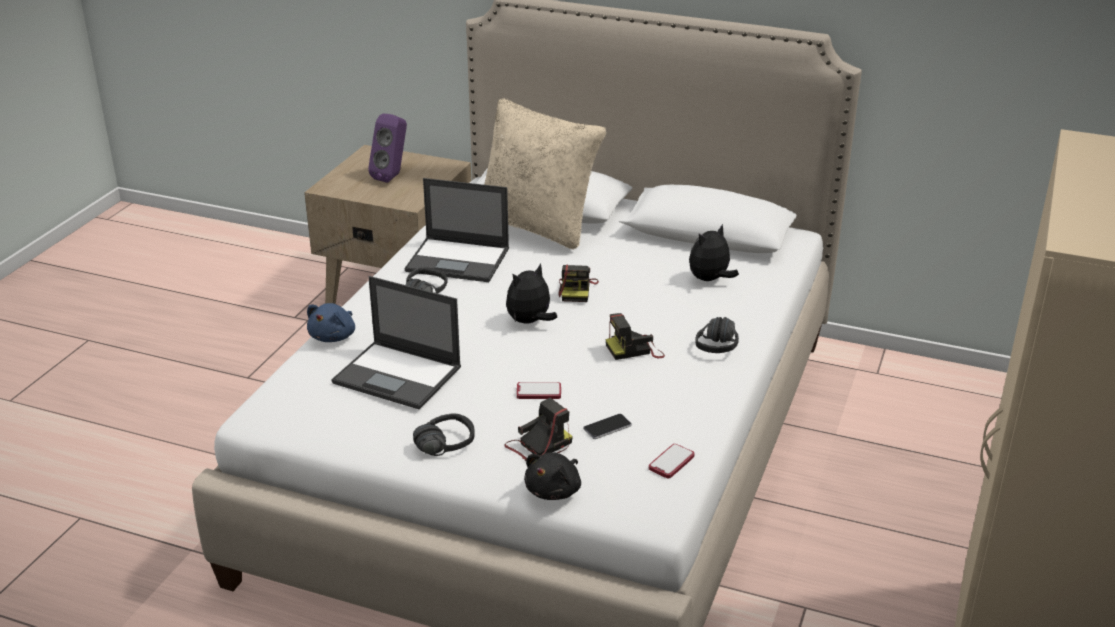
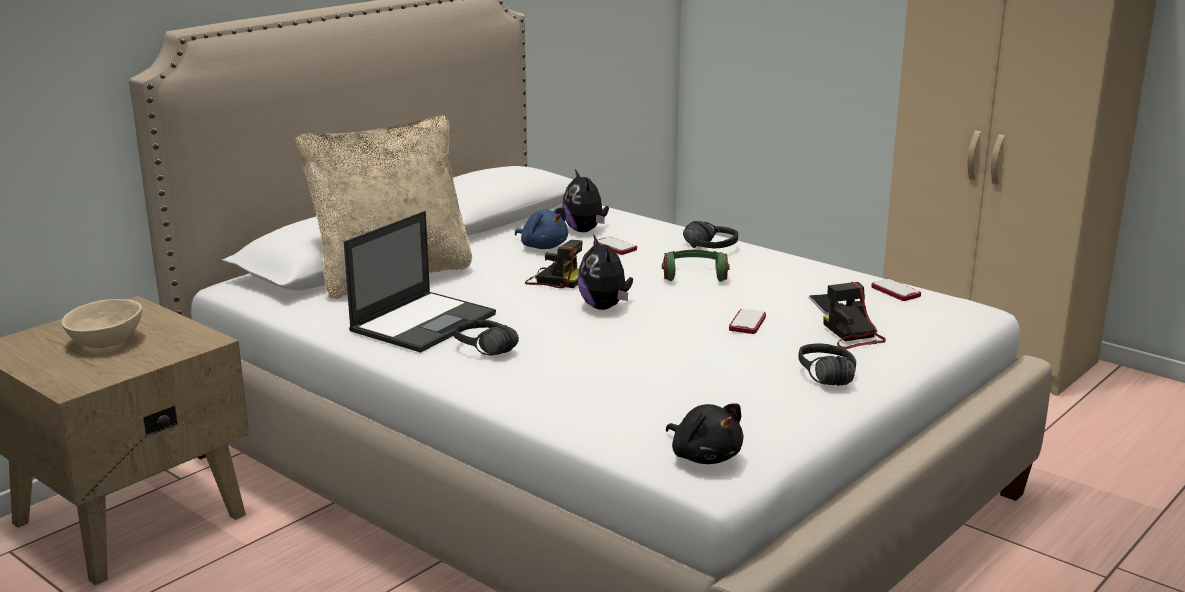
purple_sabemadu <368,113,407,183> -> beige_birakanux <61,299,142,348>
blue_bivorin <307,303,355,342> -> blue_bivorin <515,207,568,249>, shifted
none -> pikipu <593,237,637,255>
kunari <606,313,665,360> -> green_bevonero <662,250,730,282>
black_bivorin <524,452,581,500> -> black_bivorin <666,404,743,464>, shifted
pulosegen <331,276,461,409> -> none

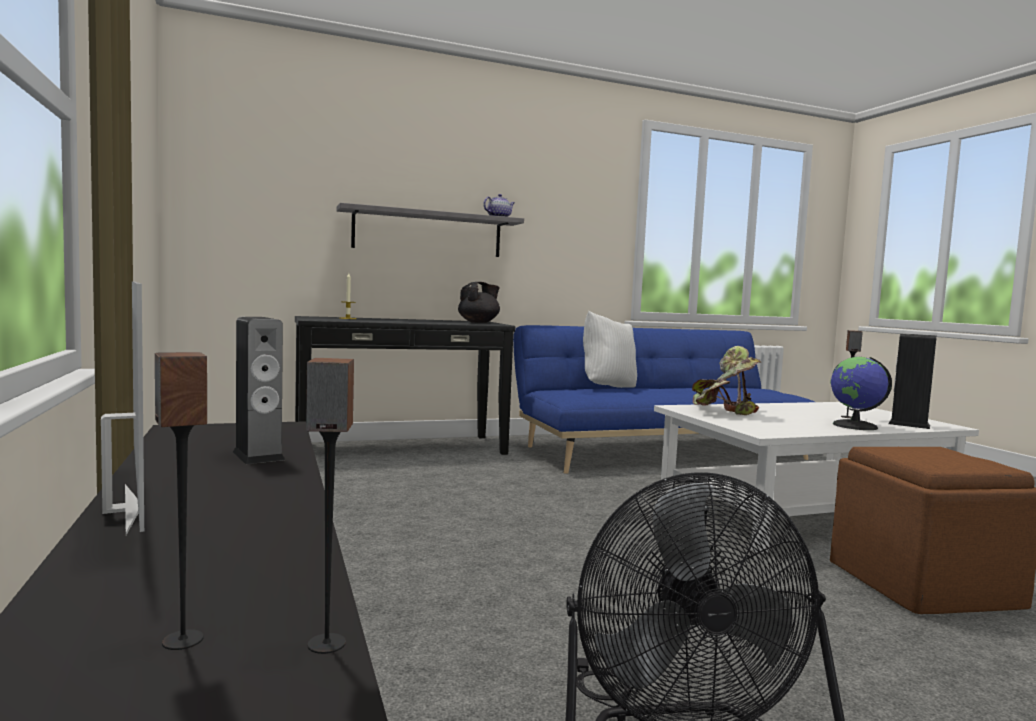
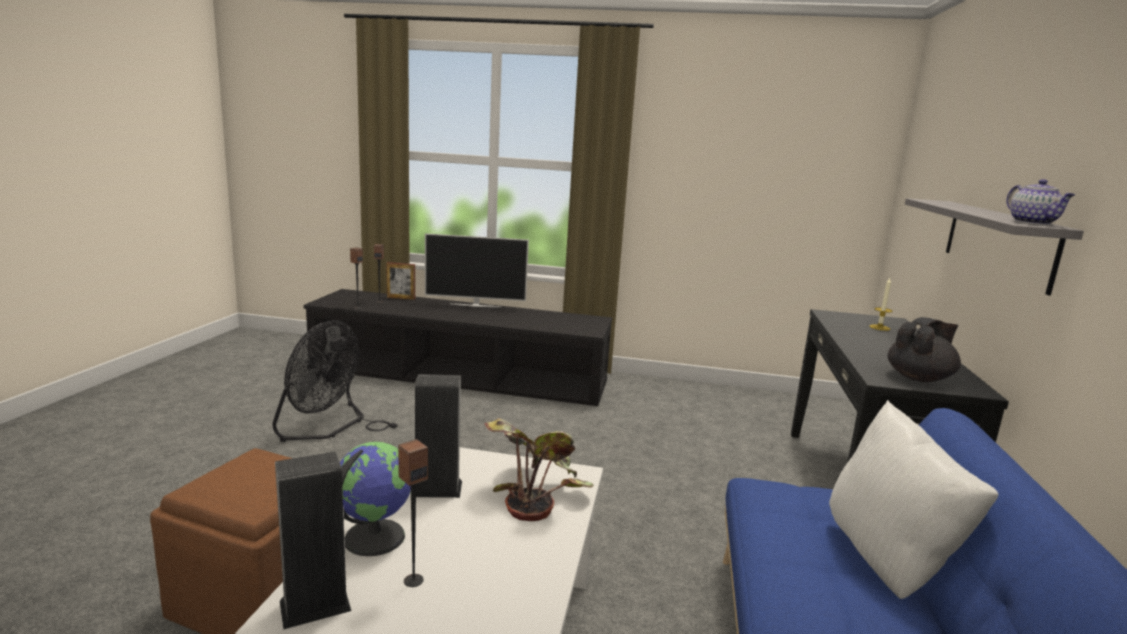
none -> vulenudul <386,262,415,300>
sabemadu <233,317,285,464> -> sabemadu <414,374,462,498>, shifted
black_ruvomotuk <458,282,500,323> -> black_ruvomotuk <887,317,961,382>, 105 degrees counterclockwise

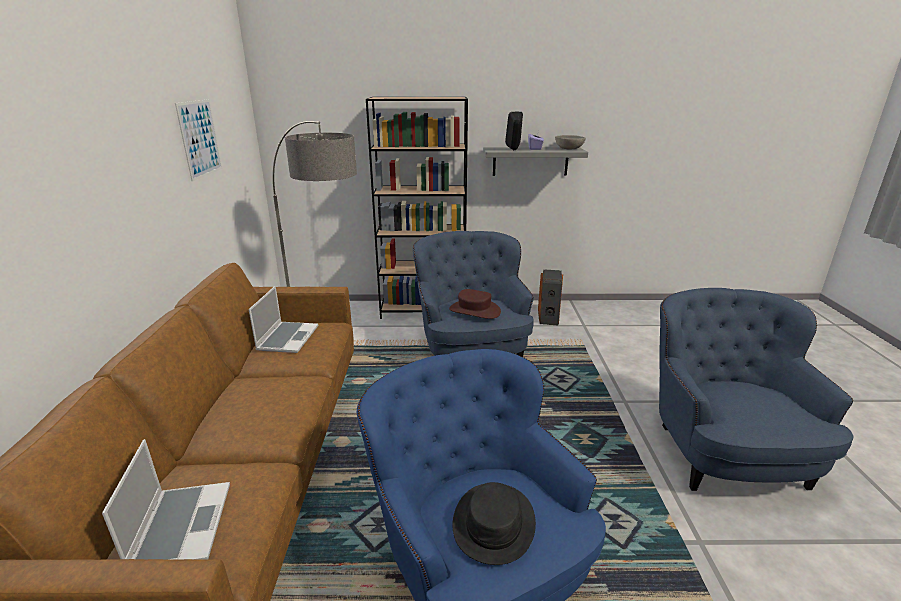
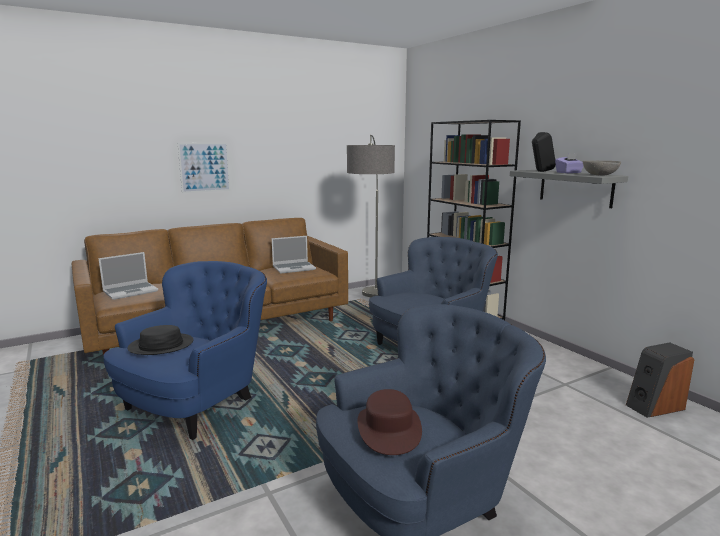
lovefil <175,99,222,181> -> lovefil <178,142,231,193>, shifted
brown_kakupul <449,289,501,319> -> brown_kakupul <357,389,422,455>, shifted
sabemadu <538,269,563,325> -> sabemadu <626,342,694,418>, shifted

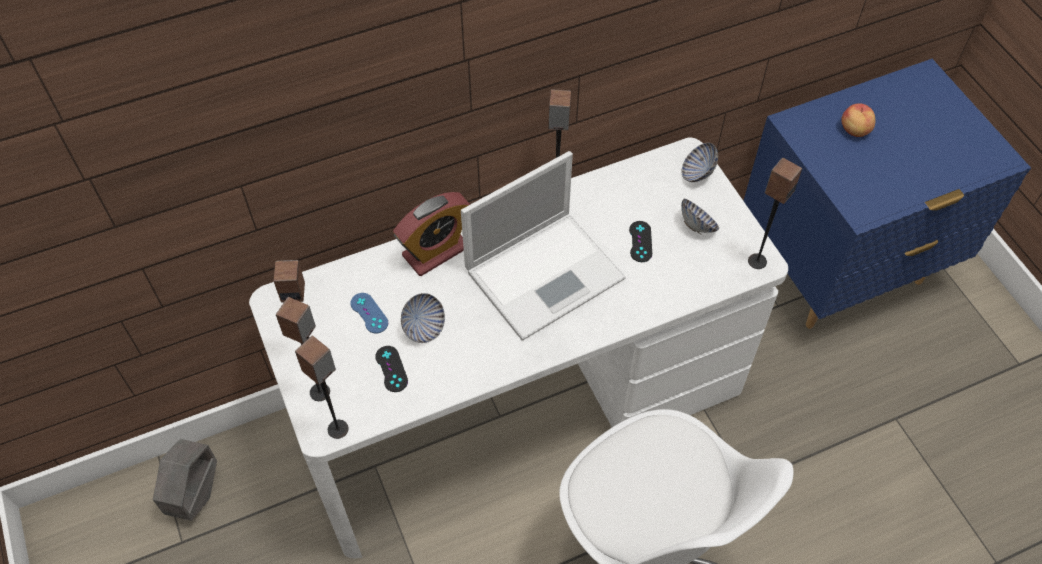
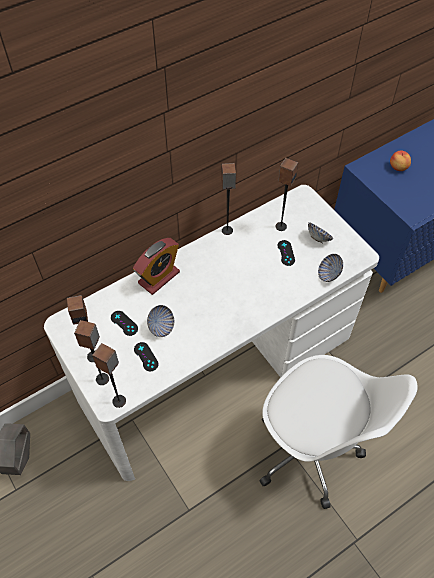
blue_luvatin <350,293,388,334> -> black_luvatin <111,311,138,336>
sabemadu <748,157,802,269> -> sabemadu <275,158,298,231>, shifted
birakanux <682,143,718,182> -> birakanux <318,254,343,282>, shifted
pulosegen <461,151,626,341> -> none

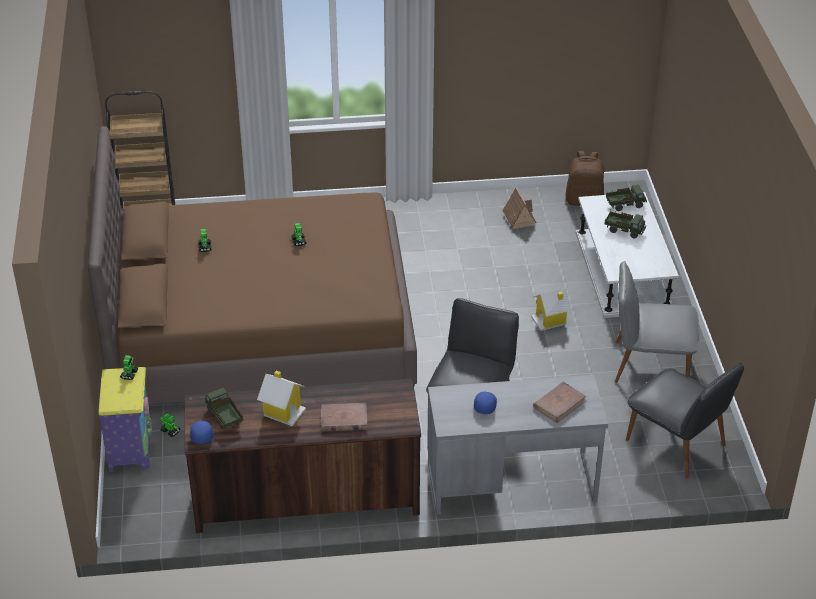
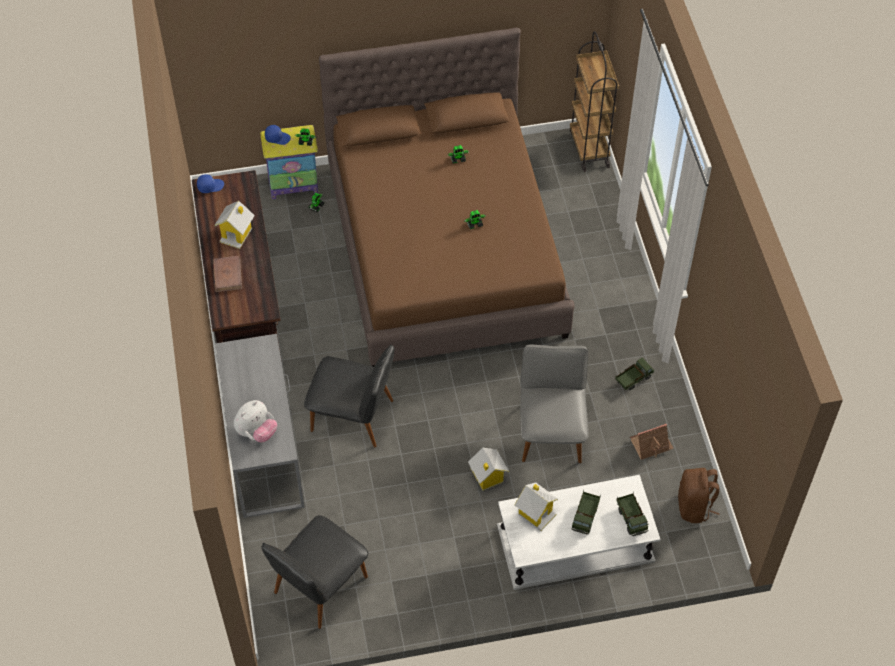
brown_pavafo <533,382,587,423> -> bivorin <234,400,277,443>
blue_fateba <474,392,497,414> -> blue_fateba <265,125,291,145>, shifted
none -> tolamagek <514,482,558,531>
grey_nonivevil <615,261,699,383> -> grey_nonivevil <520,345,588,463>, shifted
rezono <205,387,243,429> -> rezono <615,358,654,390>, shifted

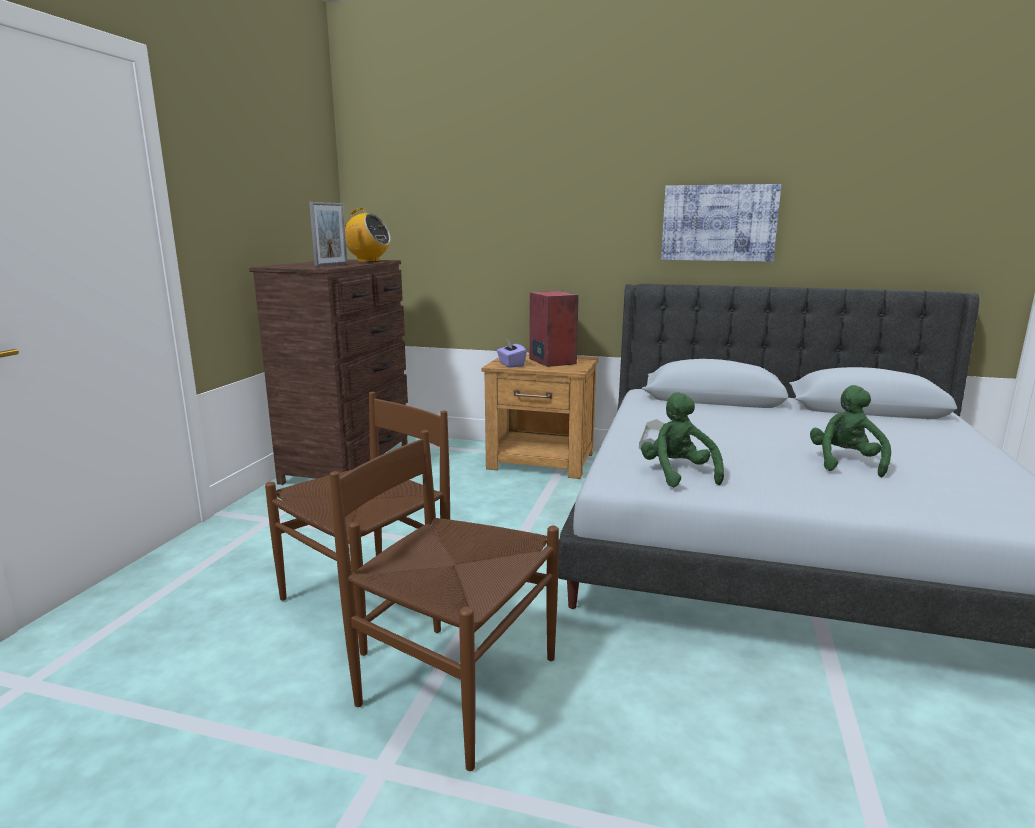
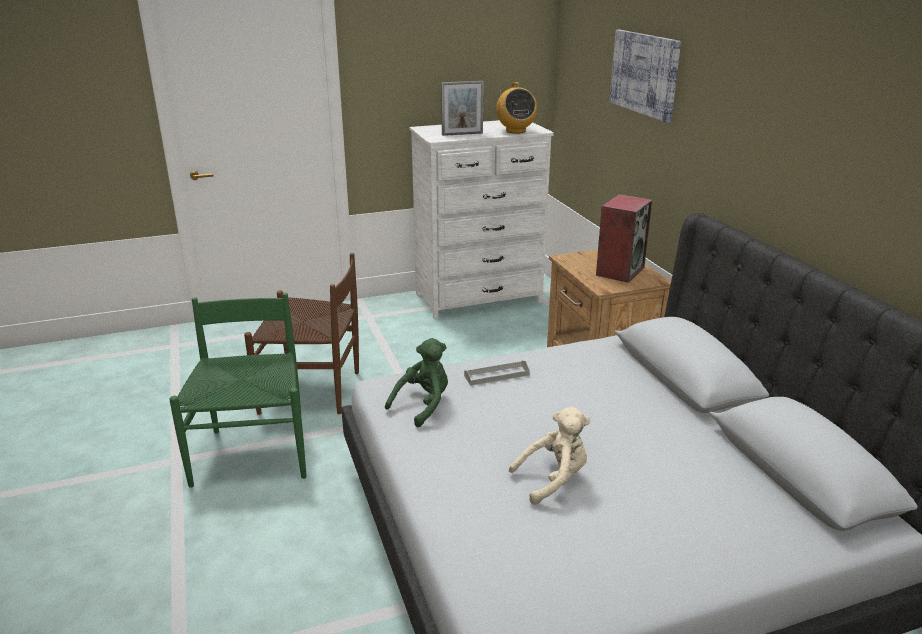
brown_nonivevil <330,430,559,771> -> green_nonivevil <169,293,307,488>
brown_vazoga <249,260,408,485> -> white_vazoga <409,120,554,319>
green_bivorin <810,385,891,477> -> beige_bivorin <509,407,590,505>
lovefil <661,184,781,262> -> lovefil <609,30,681,123>, shifted
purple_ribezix <497,339,527,368> -> none

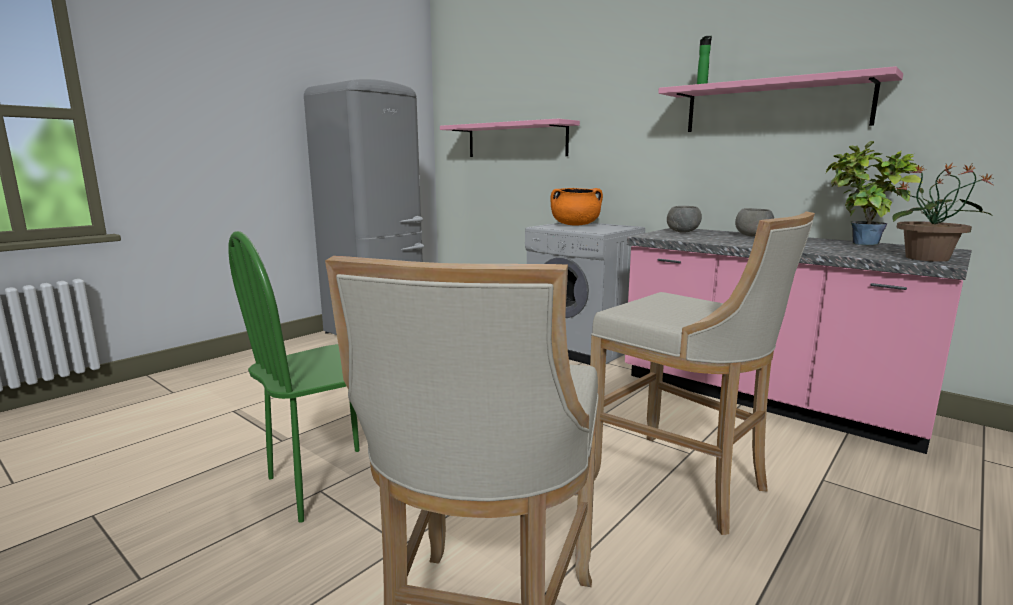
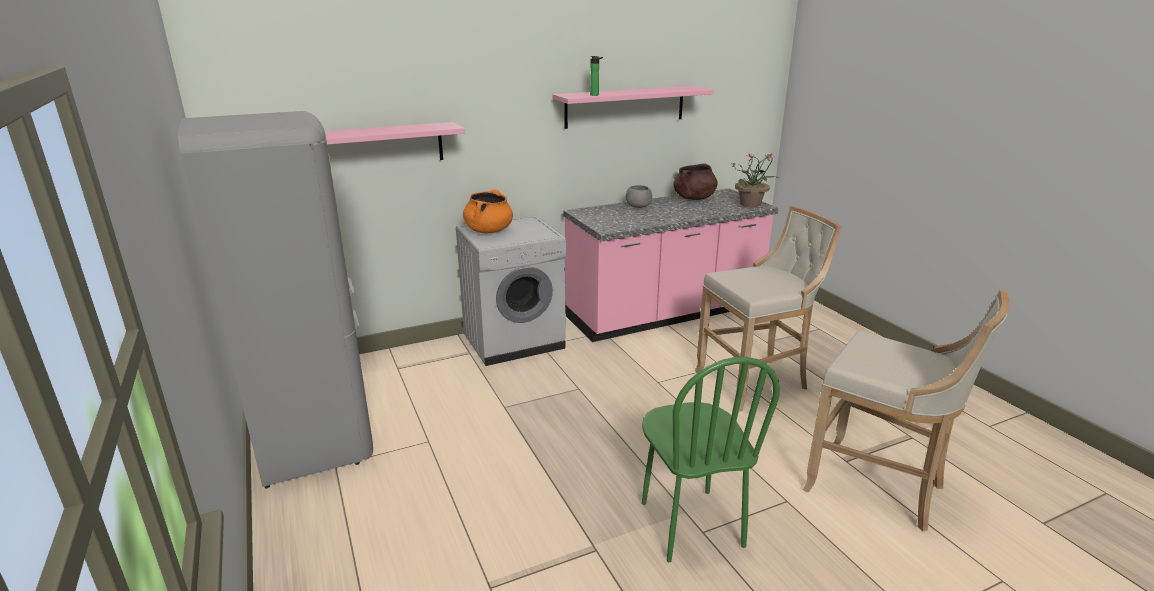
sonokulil <826,141,923,245> -> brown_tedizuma <673,163,718,200>
grey_birakanux <667,206,702,233> -> none

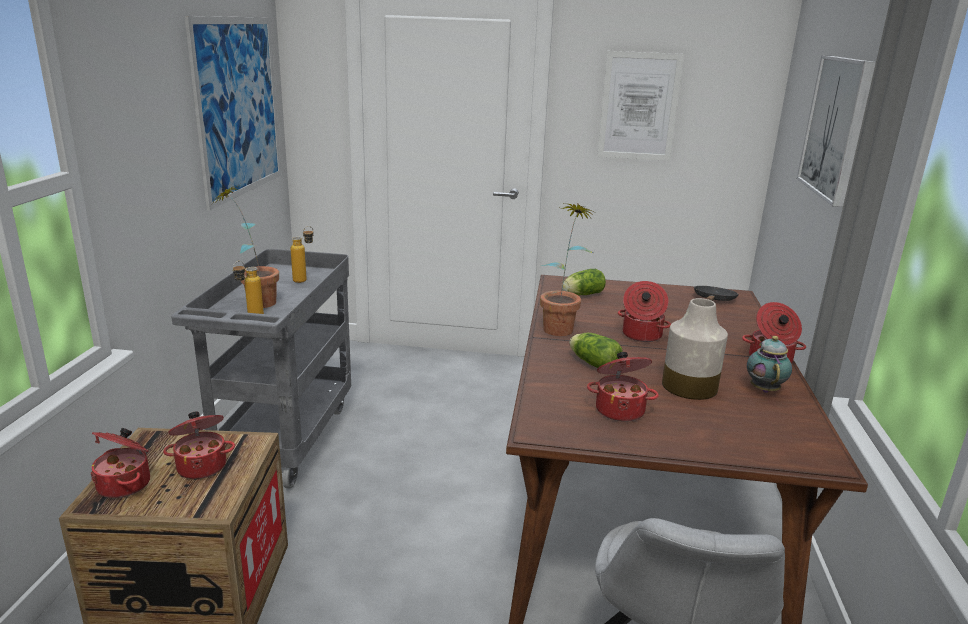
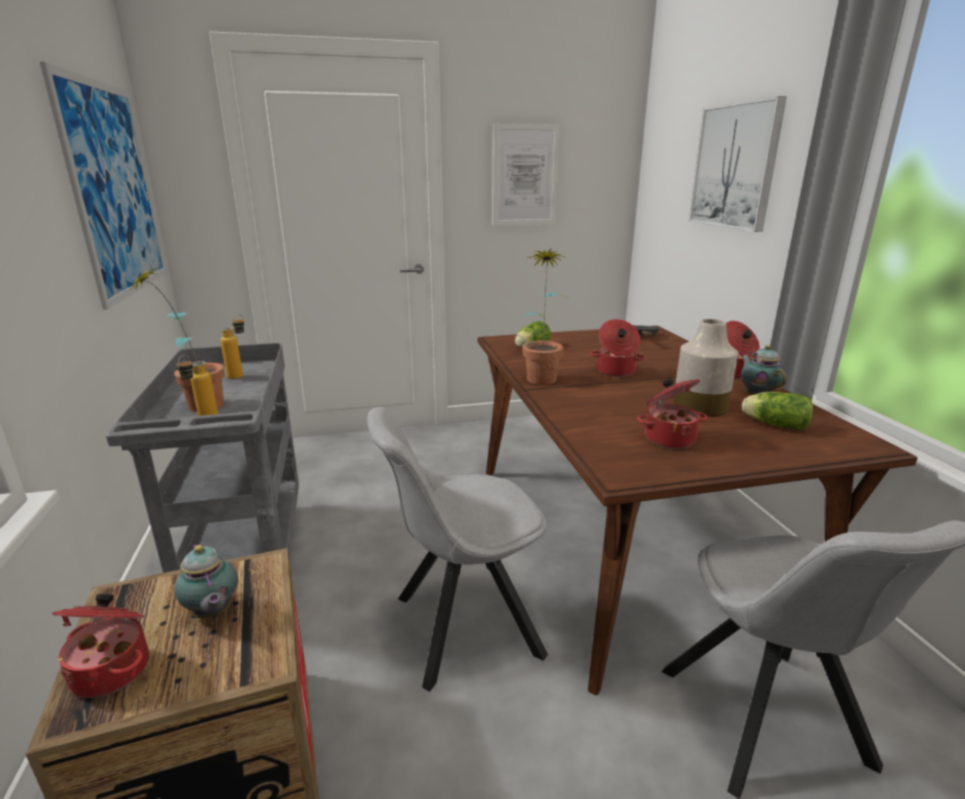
tedizuma <163,411,235,479> -> ruvomotuk <175,544,238,618>
none -> grey_nonivevil <367,407,548,692>
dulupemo <569,333,623,368> -> dulupemo <742,392,813,430>, shifted

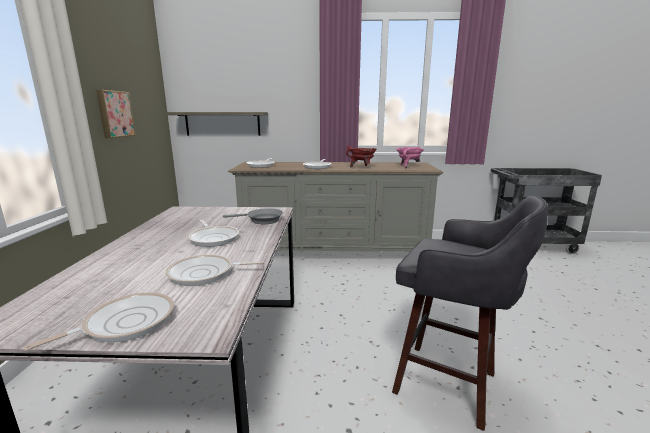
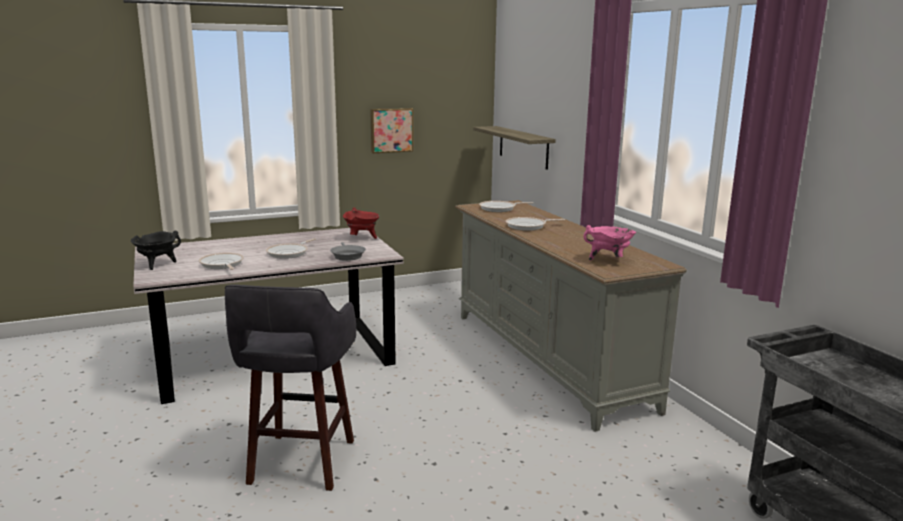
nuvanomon <23,292,174,351> -> black_tedizuma <131,231,181,270>
red_tedizuma <346,146,377,168> -> red_tedizuma <343,207,380,239>, shifted

